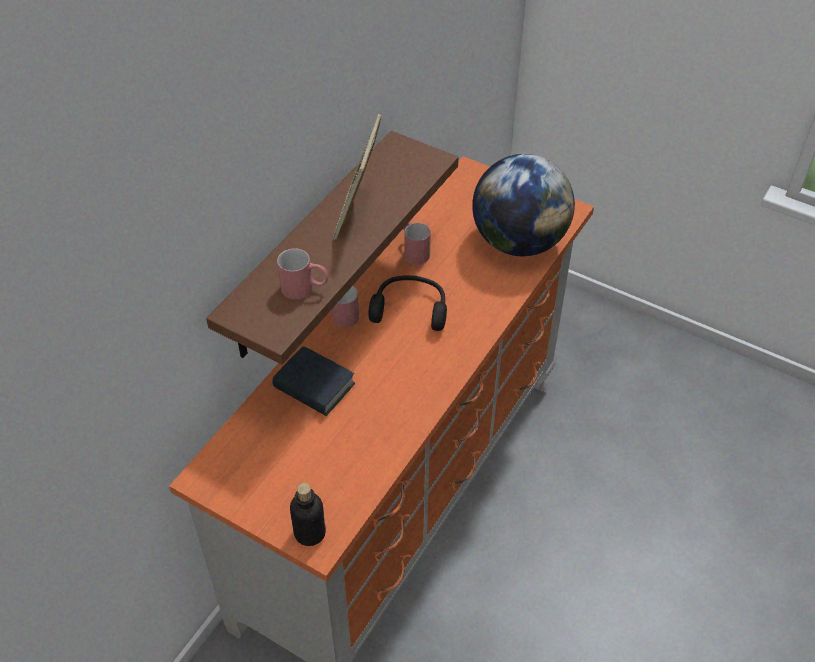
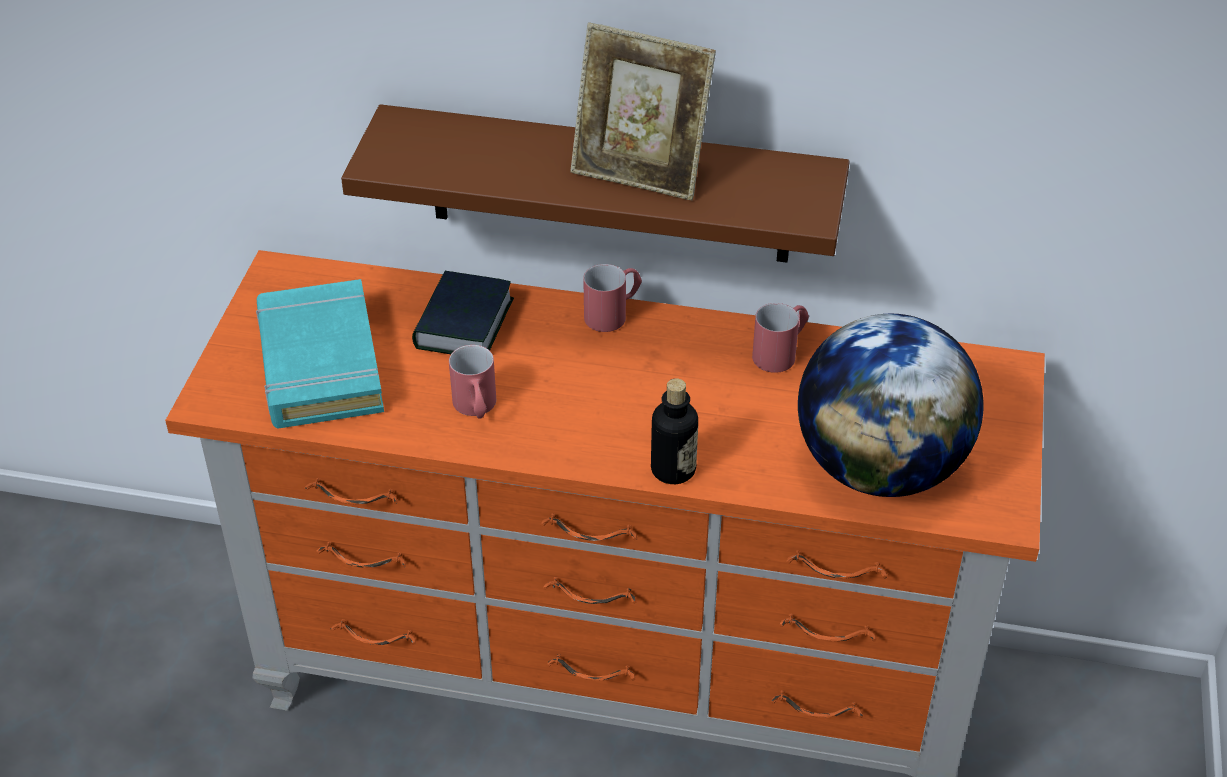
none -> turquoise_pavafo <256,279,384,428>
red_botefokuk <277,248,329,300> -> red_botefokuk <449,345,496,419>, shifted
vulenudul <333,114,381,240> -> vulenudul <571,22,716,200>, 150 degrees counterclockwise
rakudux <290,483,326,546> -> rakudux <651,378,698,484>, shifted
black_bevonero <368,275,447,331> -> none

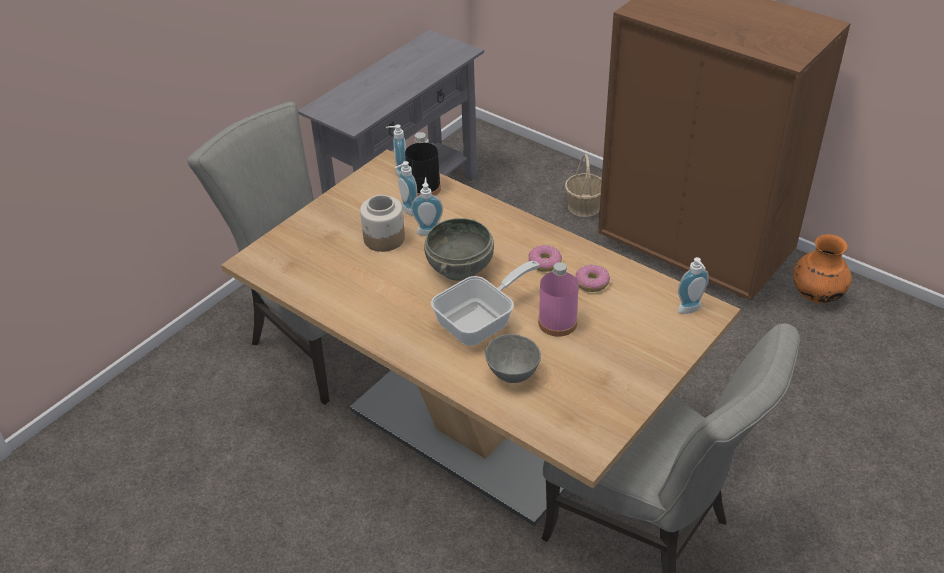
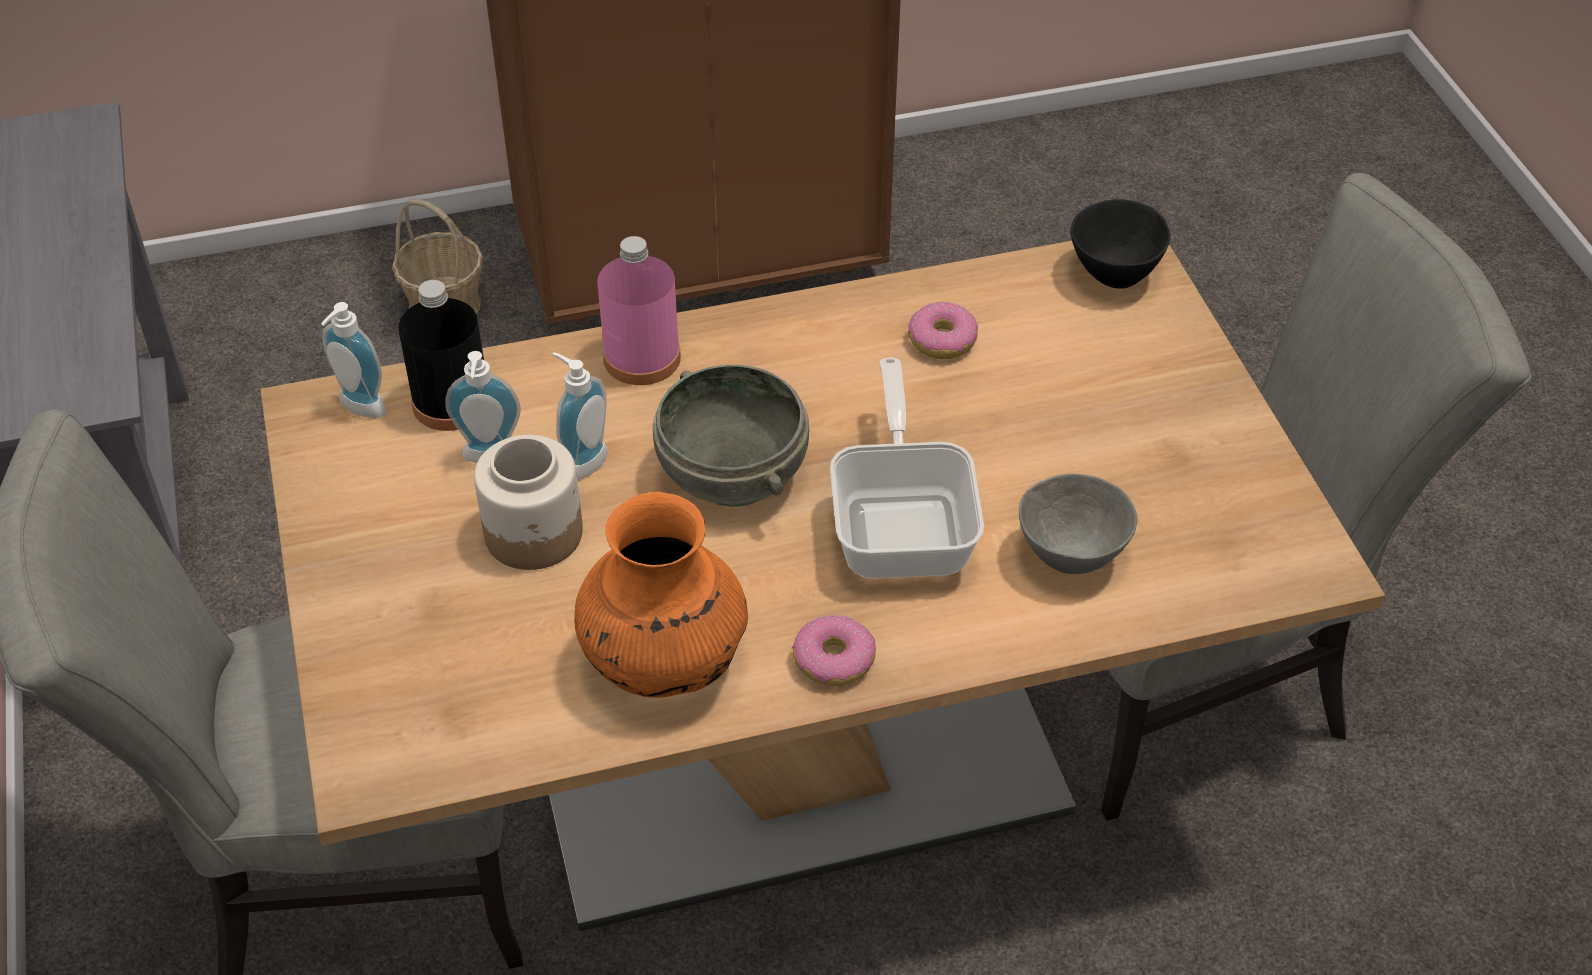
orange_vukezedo <793,234,851,303> -> orange_vukezedo <574,492,748,698>, shifted
pink_rakudux <538,262,579,337> -> pink_rakudux <597,236,681,385>, shifted
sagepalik <529,245,562,272> -> sagepalik <792,615,876,686>, shifted
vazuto <678,257,709,314> -> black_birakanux <1071,199,1171,289>

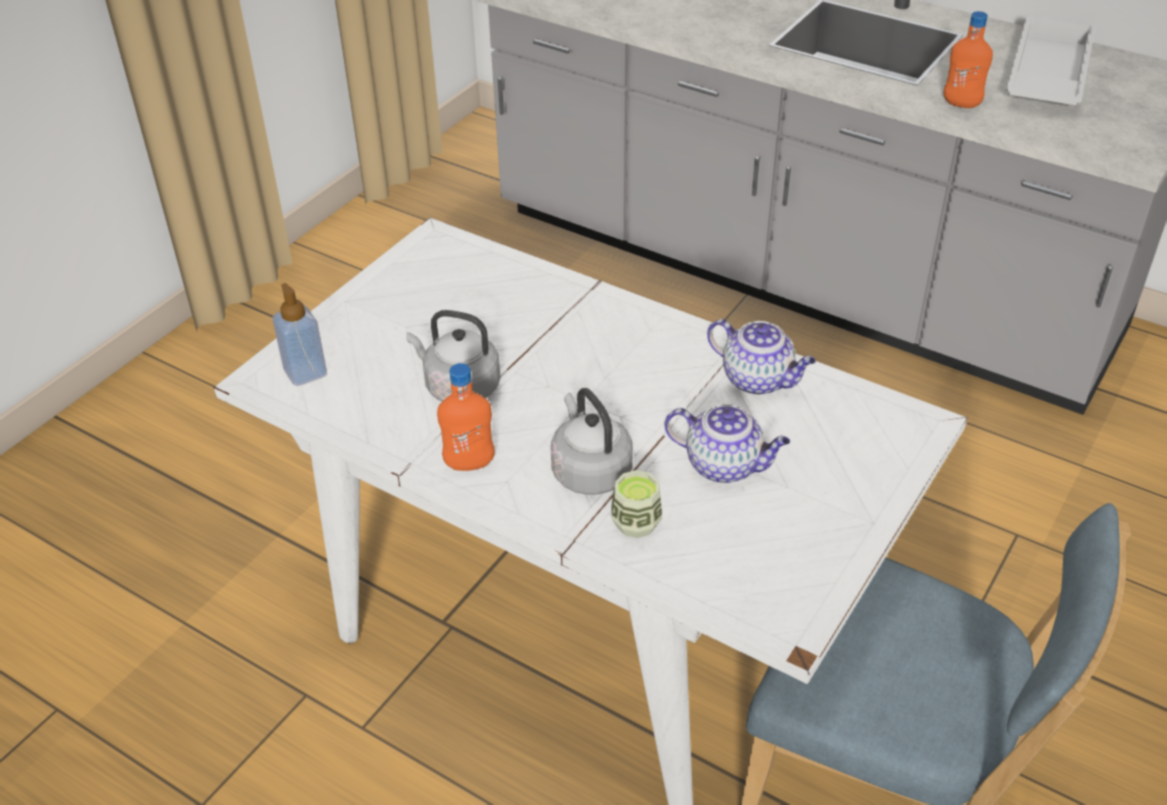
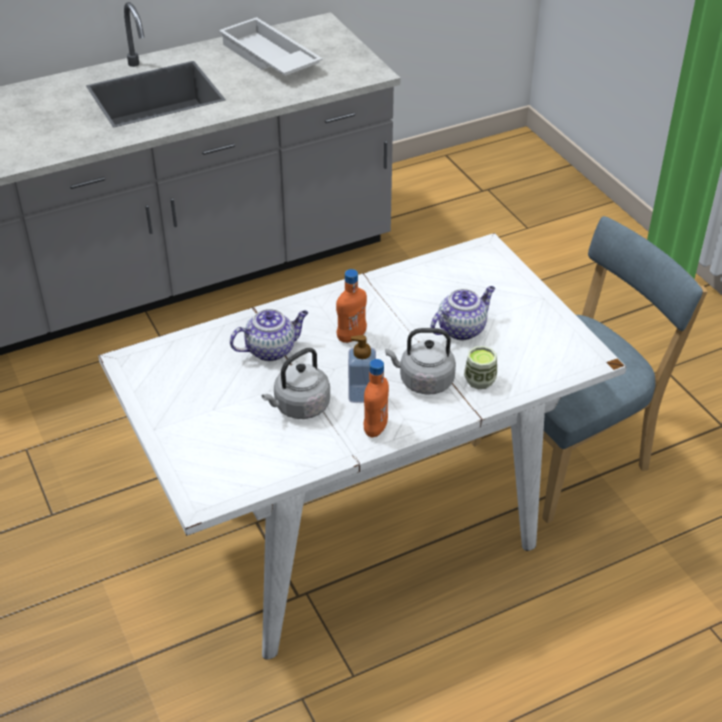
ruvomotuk <707,319,816,395> -> ruvomotuk <230,309,308,361>, shifted
orange_rakudux <944,11,993,108> -> orange_rakudux <336,269,367,343>, shifted
vazuto <272,283,327,386> -> vazuto <348,335,376,403>, shifted

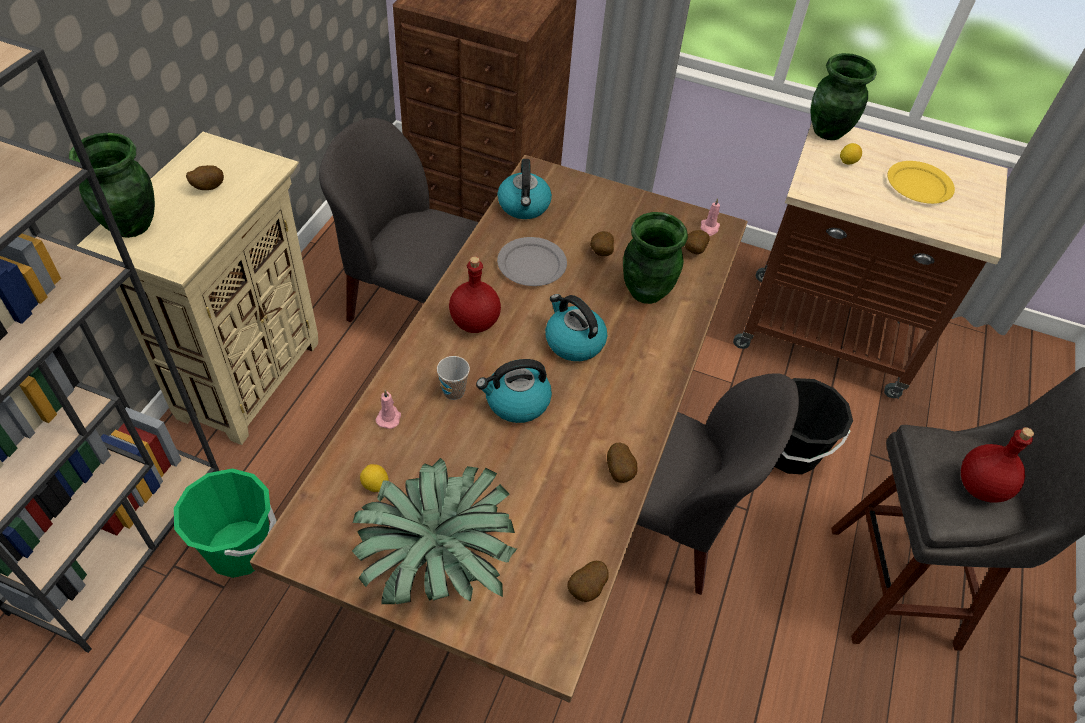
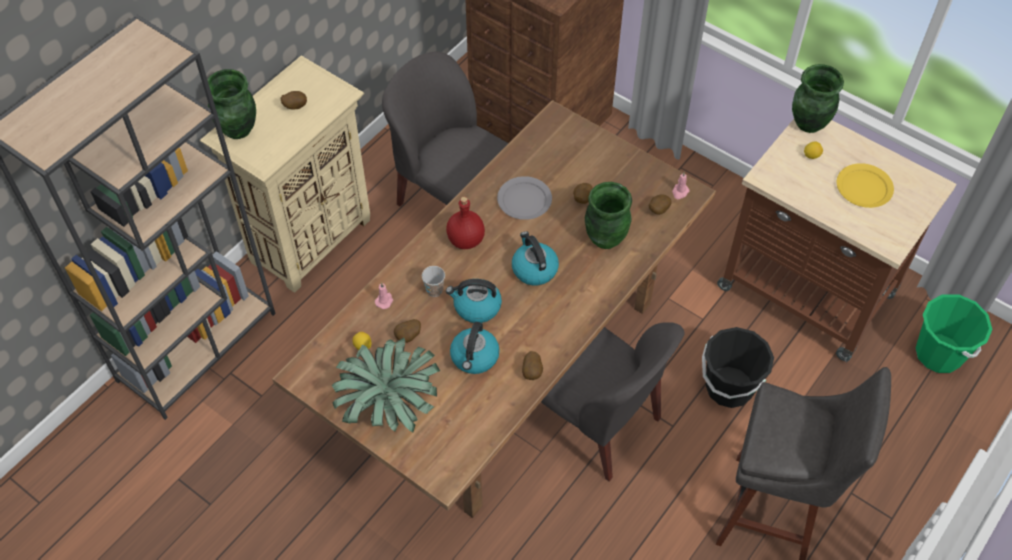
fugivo <567,561,608,602> -> fugivo <394,319,421,343>, shifted
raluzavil <497,159,552,219> -> raluzavil <450,322,500,374>, shifted
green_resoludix <174,468,276,578> -> green_resoludix <916,294,992,373>, shifted
red_rakudux <961,427,1034,503> -> none

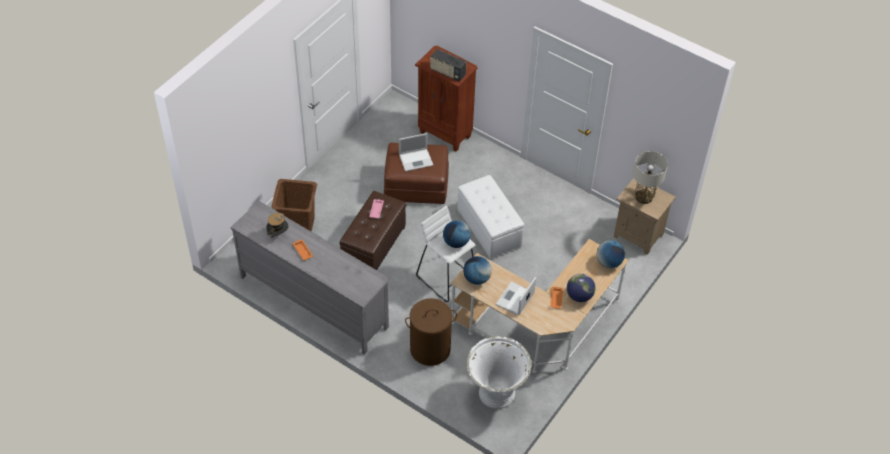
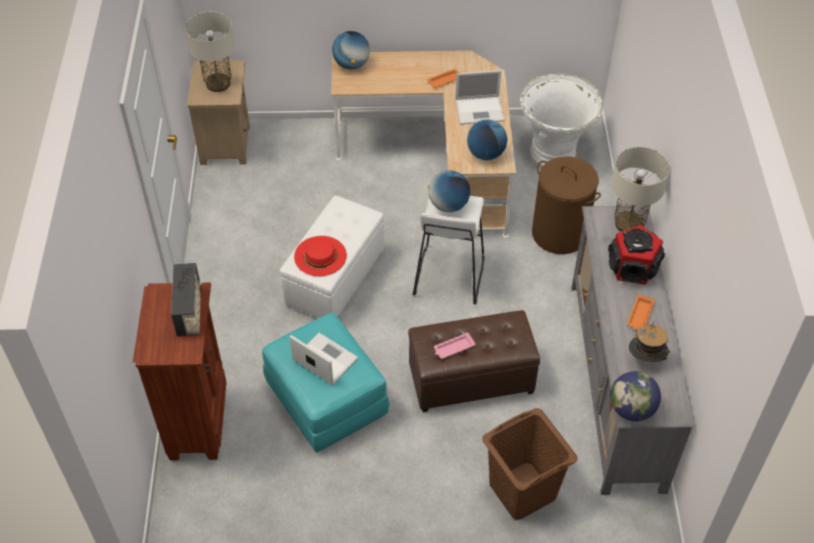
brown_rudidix <384,143,449,204> -> turquoise_rudidix <262,313,389,453>
none -> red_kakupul <294,236,347,276>
none -> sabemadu <608,225,665,285>
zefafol <567,274,595,302> -> zefafol <610,371,661,421>, shifted
none -> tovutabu <611,147,670,232>

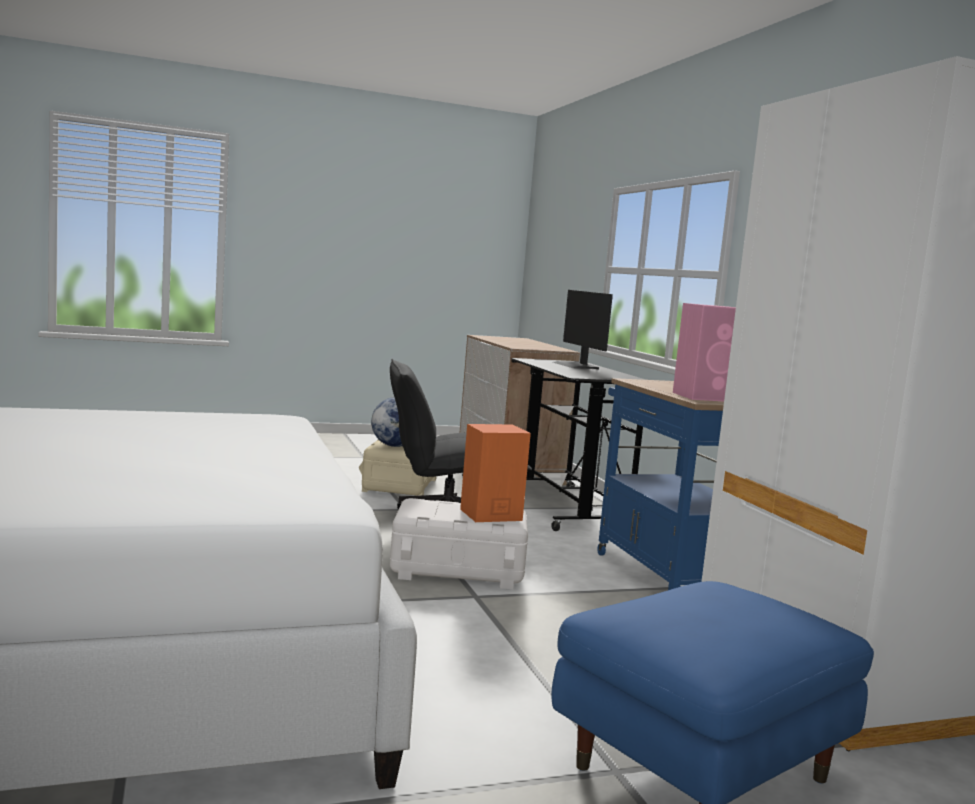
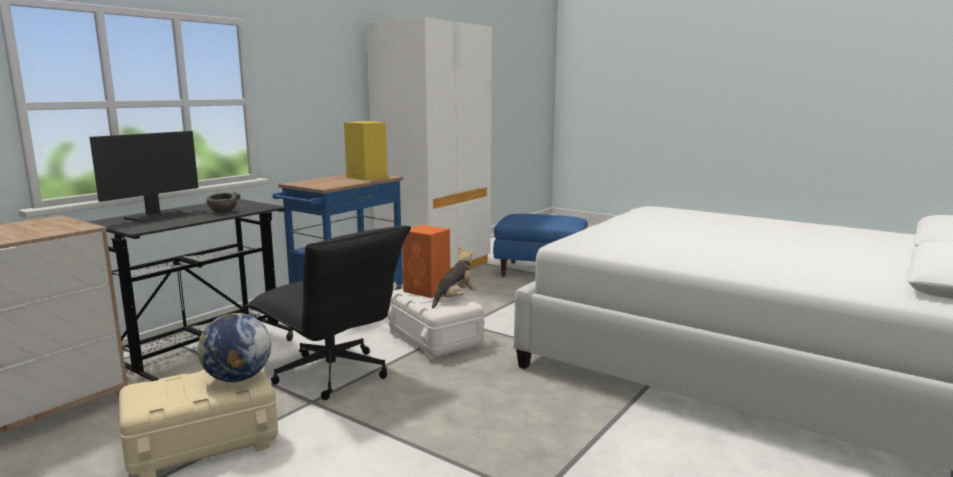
none -> grey_birakanux <206,192,241,213>
pink_sabemadu <673,303,736,401> -> yellow_sabemadu <344,121,388,181>
none -> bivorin <432,248,477,309>

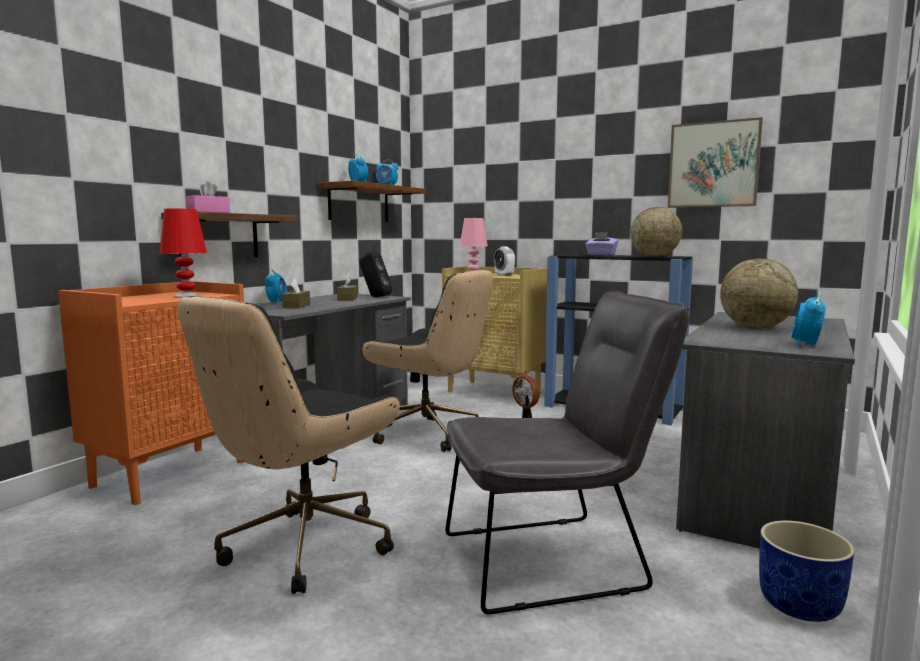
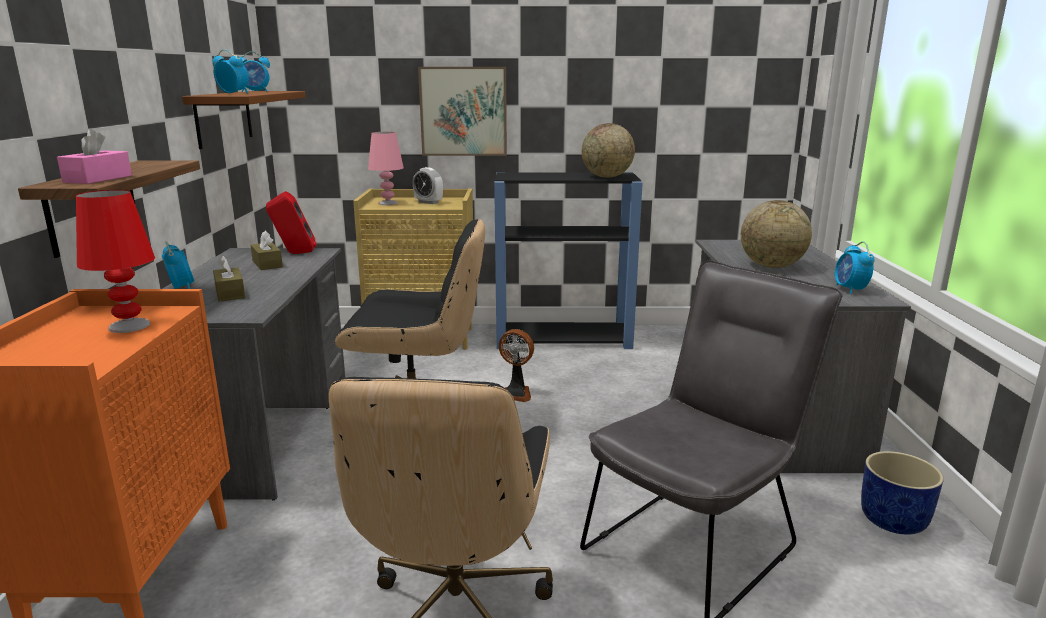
black_sabemadu <359,250,392,297> -> red_sabemadu <266,191,316,254>
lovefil <668,117,763,208> -> lovefil <418,67,507,156>, shifted
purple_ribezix <585,232,618,256> -> none

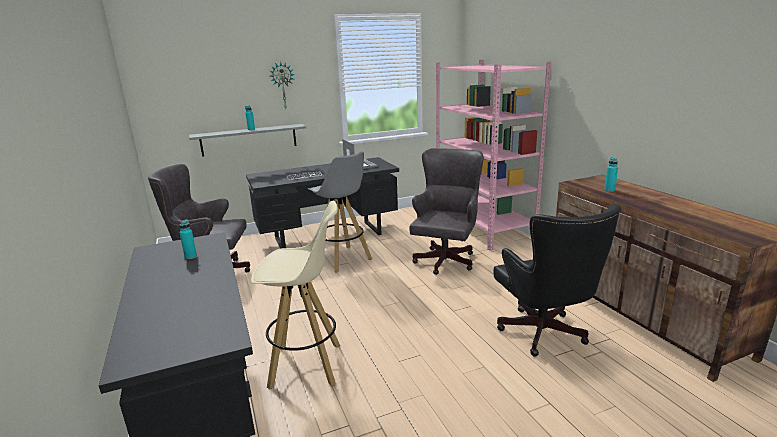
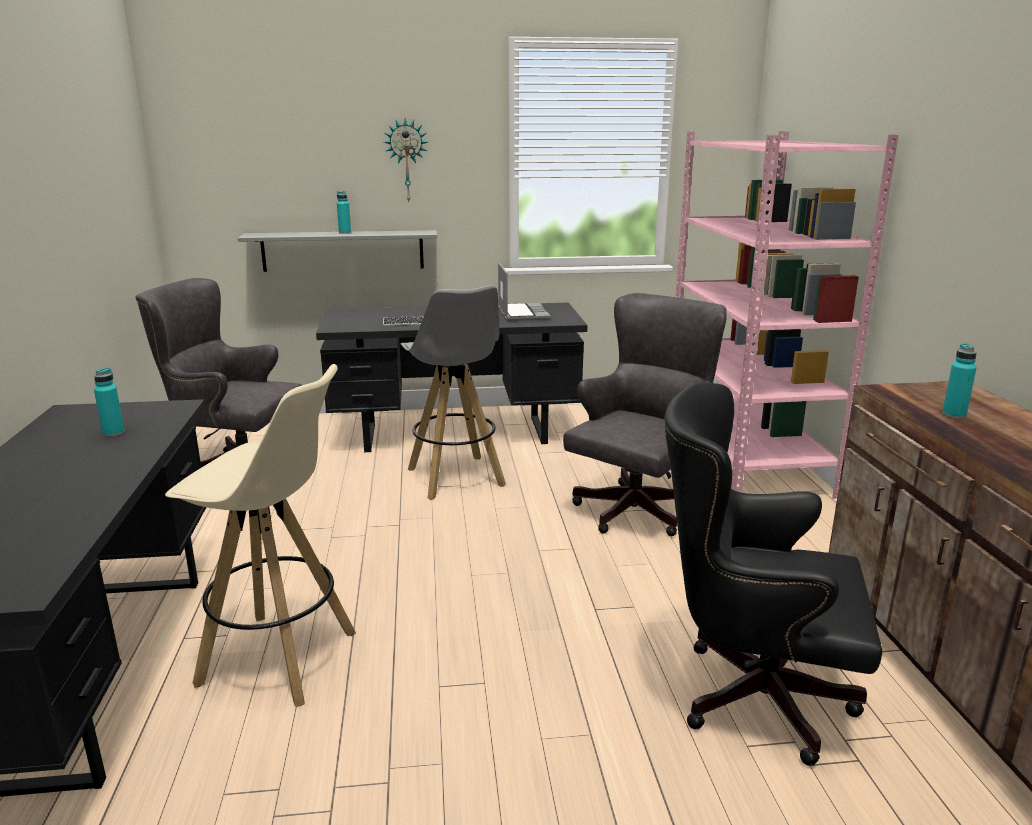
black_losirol <494,204,621,357> -> black_losirol <664,383,882,766>, 105 degrees clockwise

